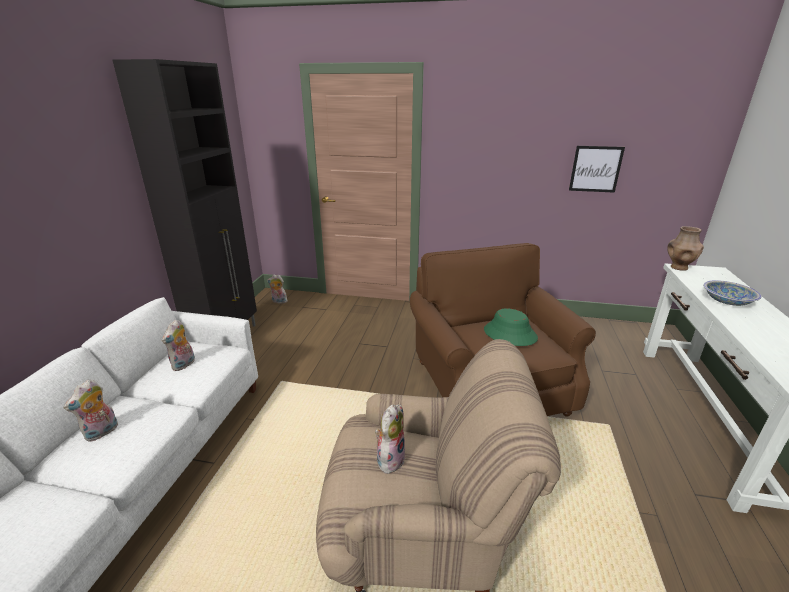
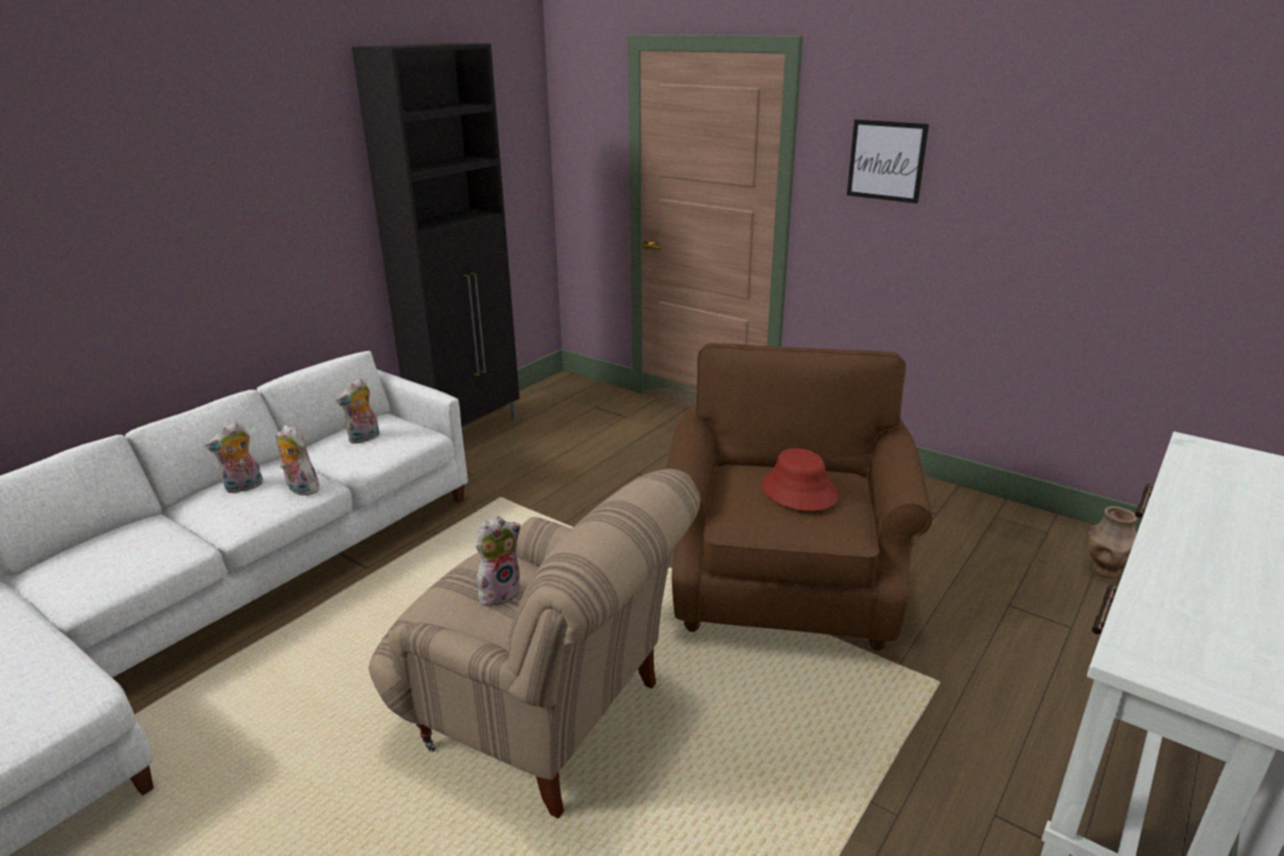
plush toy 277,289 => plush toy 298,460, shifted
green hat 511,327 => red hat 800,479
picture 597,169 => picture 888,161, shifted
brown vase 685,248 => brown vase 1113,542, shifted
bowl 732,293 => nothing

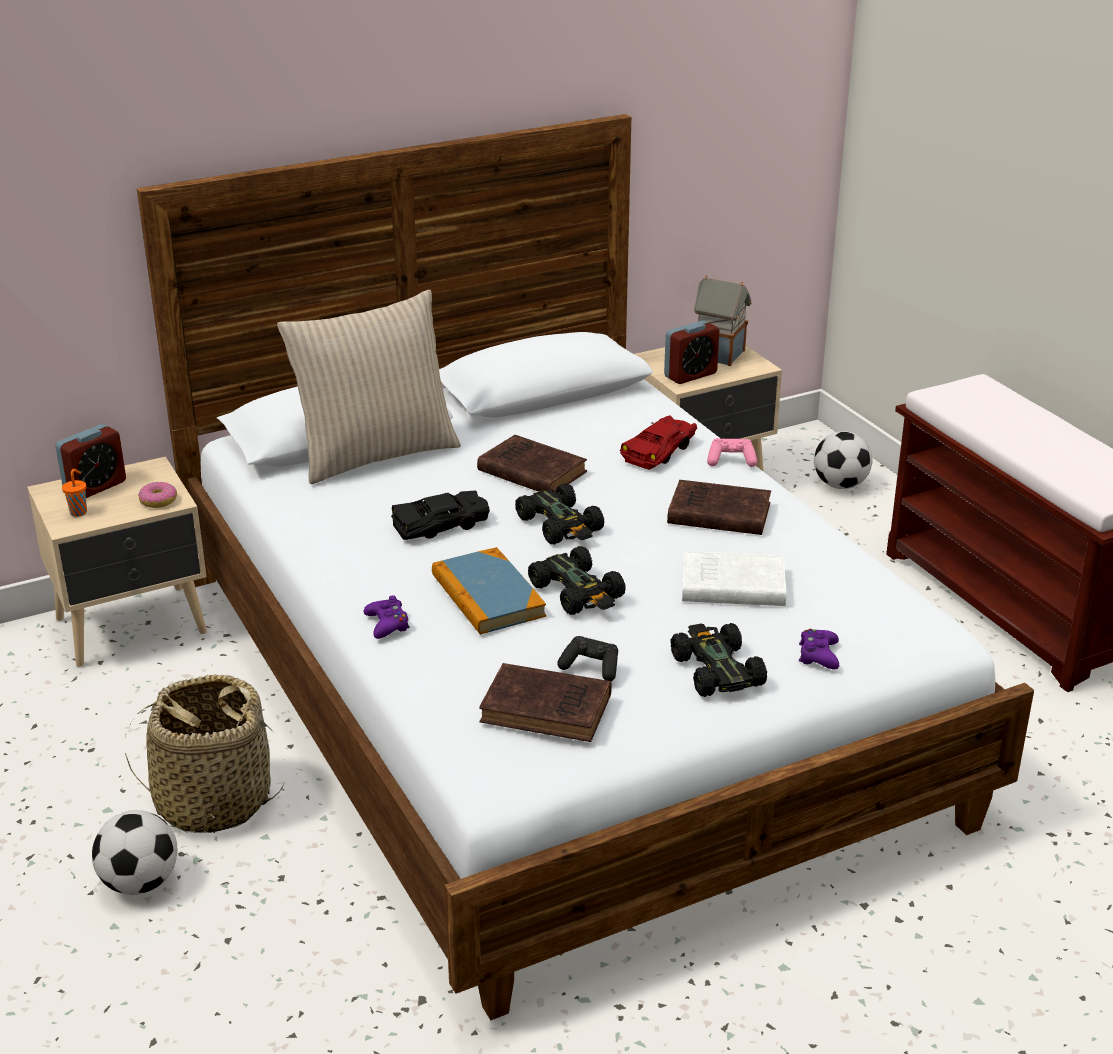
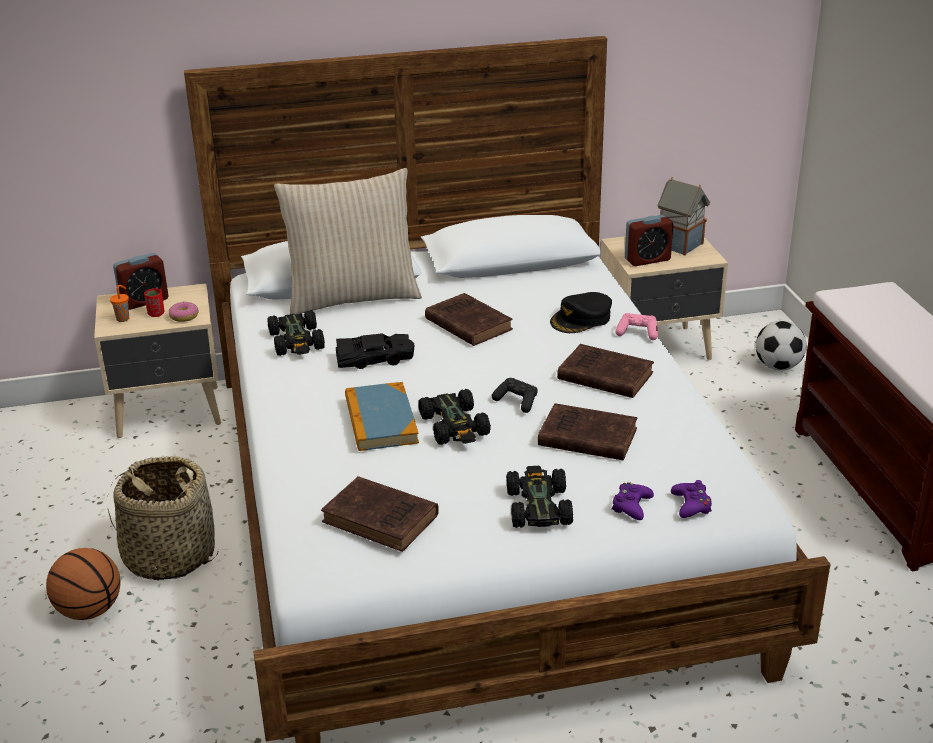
football 134,852 => basketball 83,584
purple game controller 387,617 => purple game controller 691,499, shifted
black toy car 559,513 => black toy car 296,333, shifted
black game controller 587,658 => black game controller 515,395, shifted
red toy car 658,442 => black cap 581,312
white book 734,578 => brown book 588,432
nothing => red cup 154,302

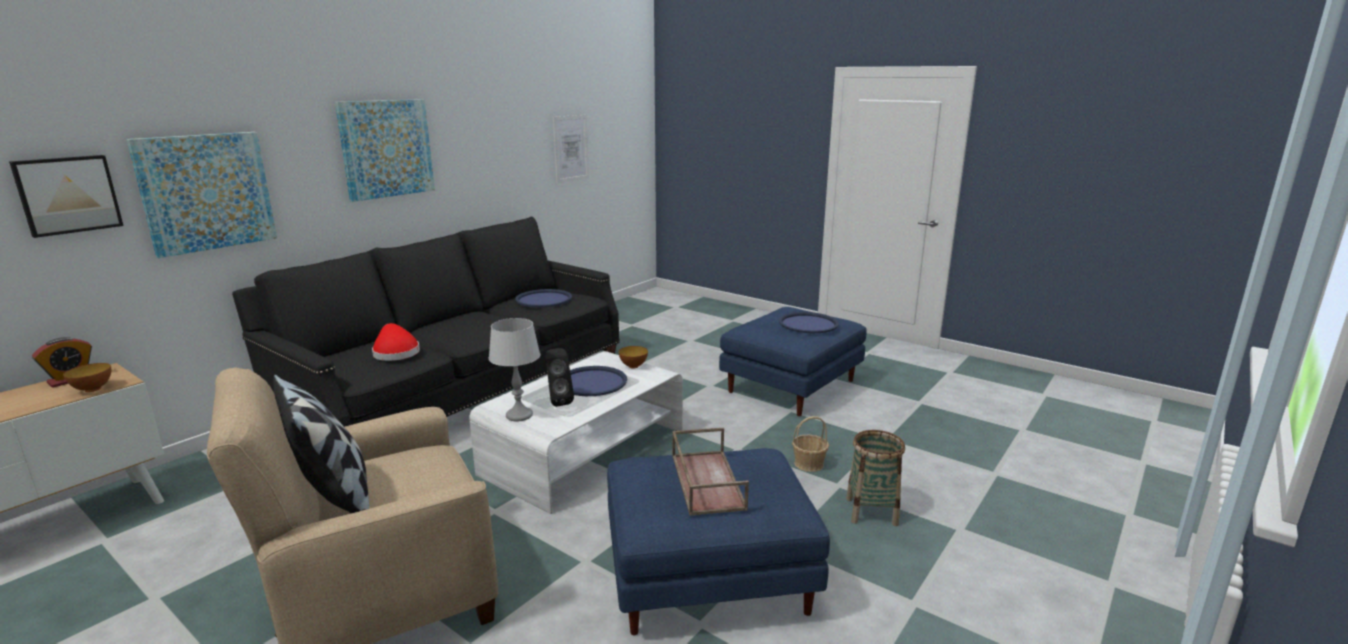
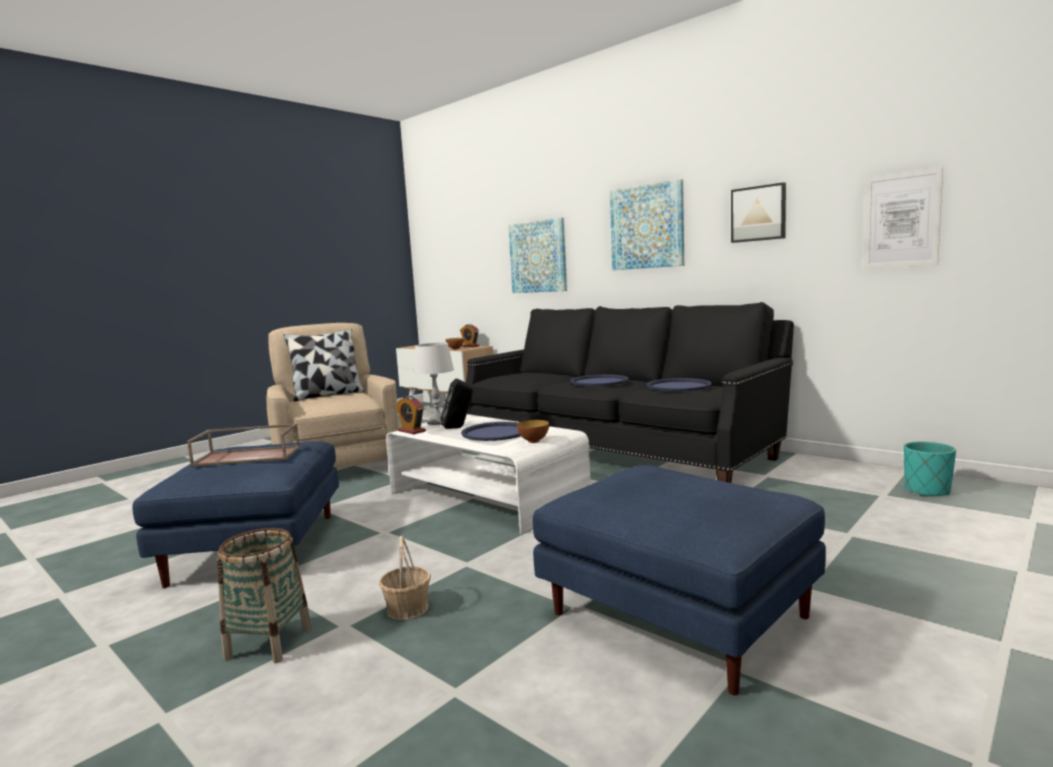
picture 66,196 => picture 758,212, shifted
red hat 396,342 => nothing
blue tray 809,322 => blue tray 600,380, shifted
nothing => alarm clock 411,415
nothing => turquoise planter 930,468

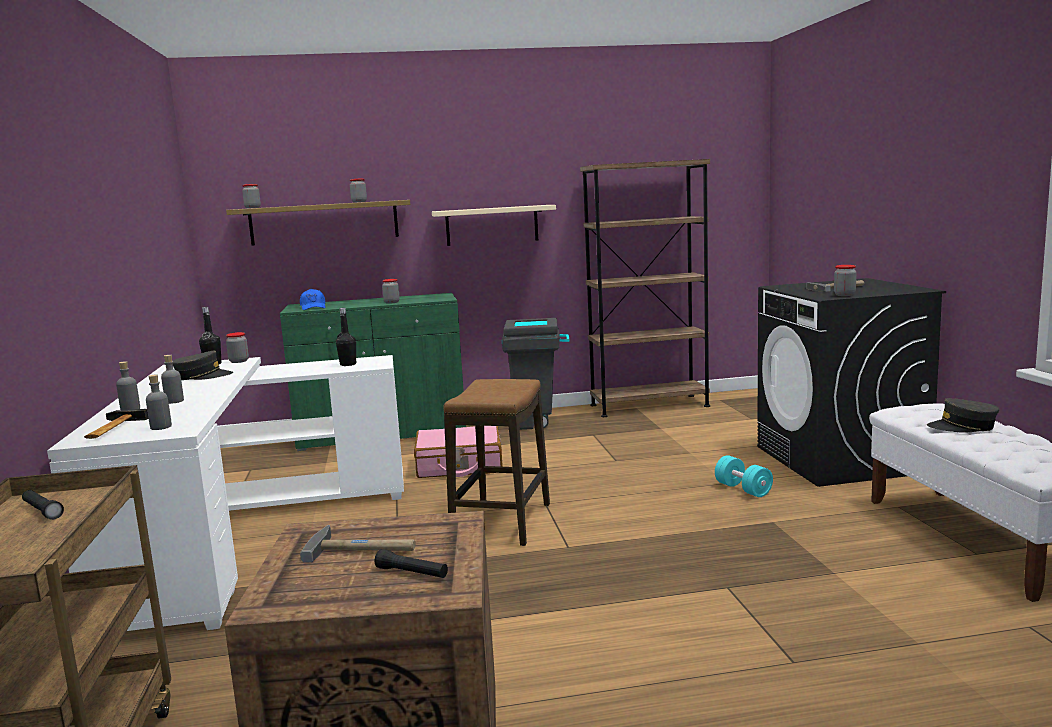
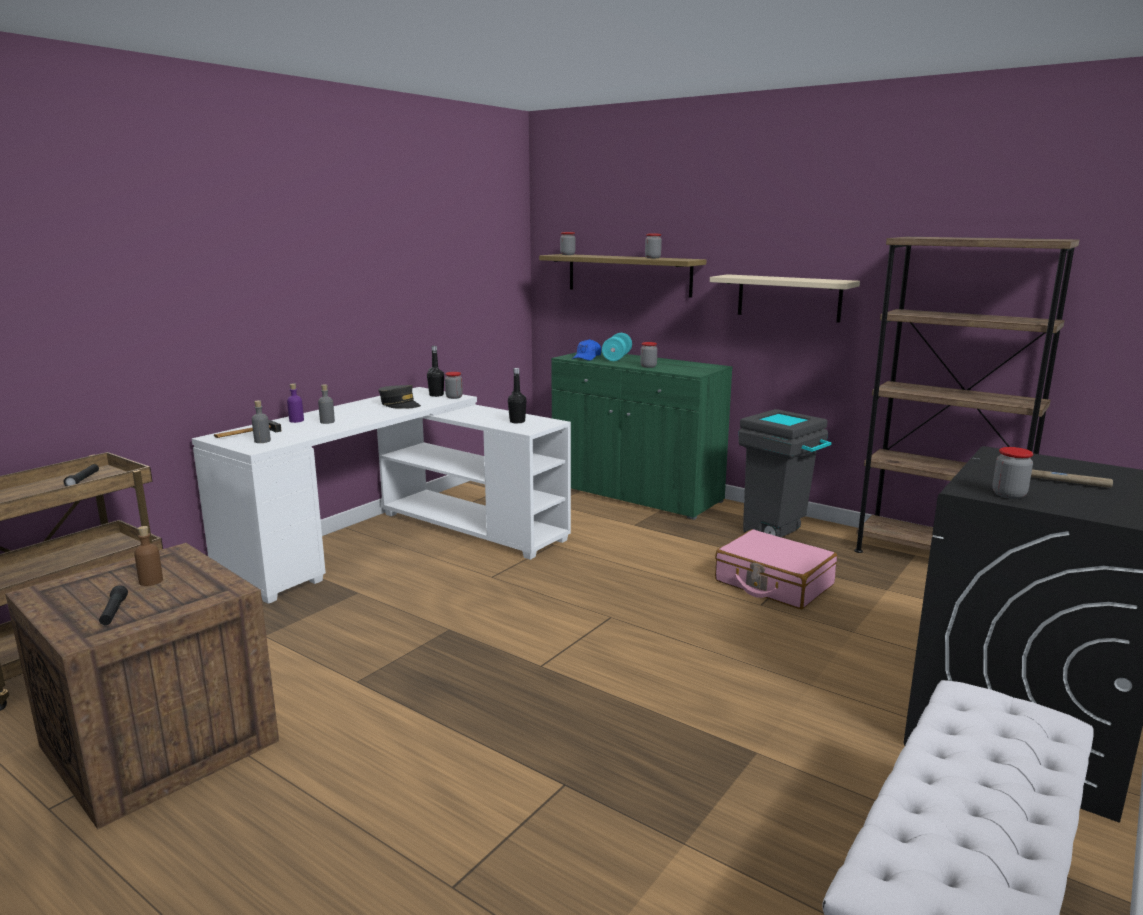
grey bottle 128,385 => purple bottle 295,403
hammer 358,544 => brown bottle 148,556
pink suitcase 458,452 => pink suitcase 776,569, shifted
stool 496,462 => nothing
turquoise dumbbell 744,476 => turquoise dumbbell 617,347, shifted
grey cap 963,415 => nothing

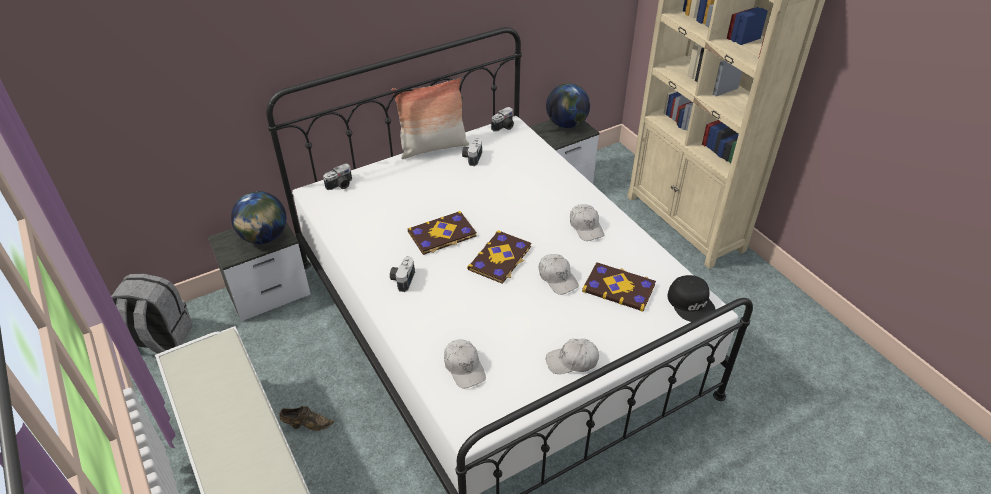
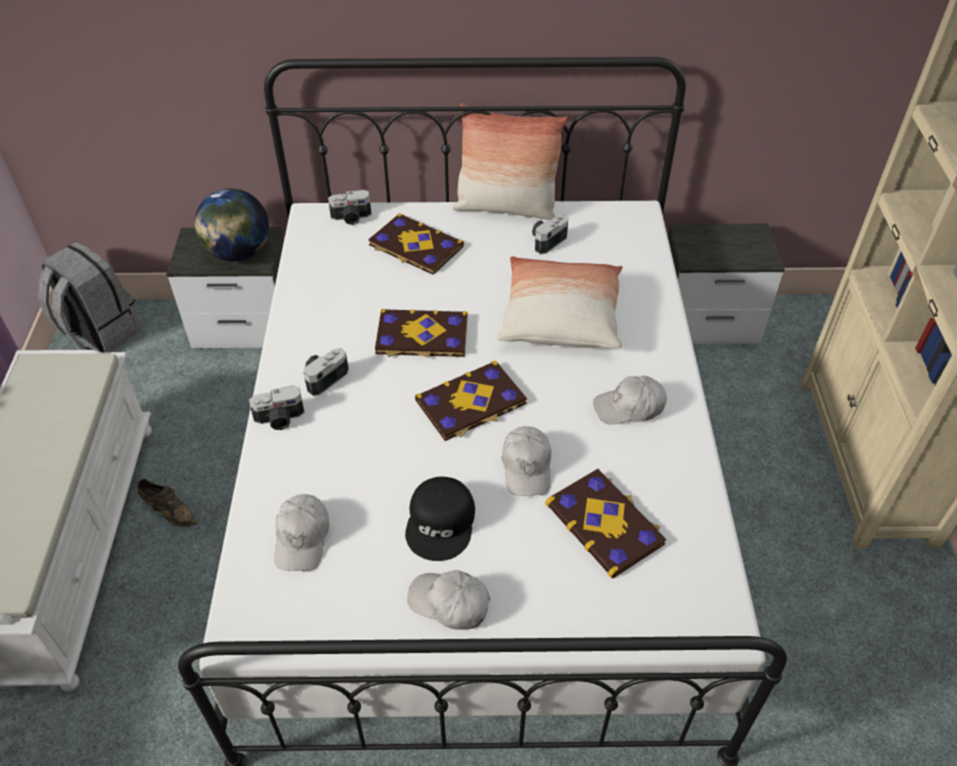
photo camera 502,119 => photo camera 276,408, shifted
globe 568,105 => nothing
white cap 587,222 => white cap 630,400, 75 degrees clockwise
black cap 691,298 => black cap 440,519, shifted
nothing => book 416,244
nothing => pillow 559,302

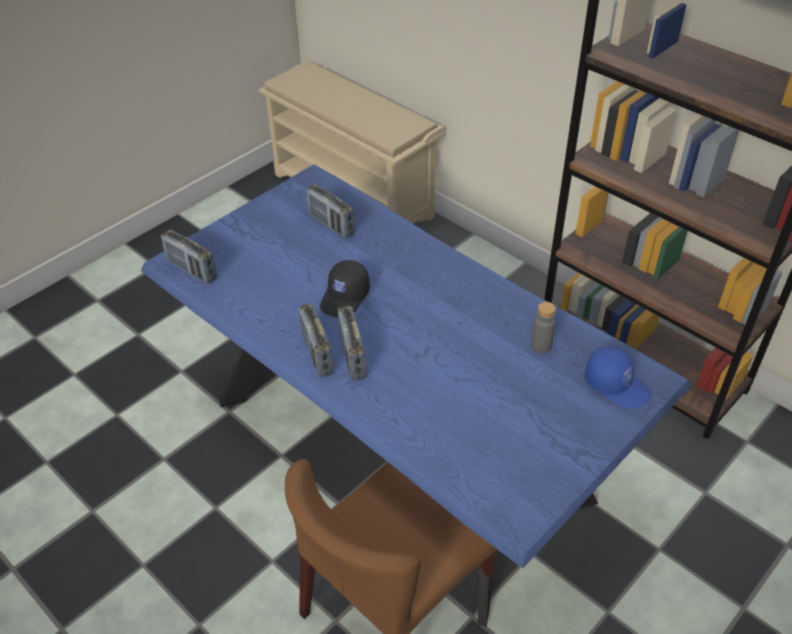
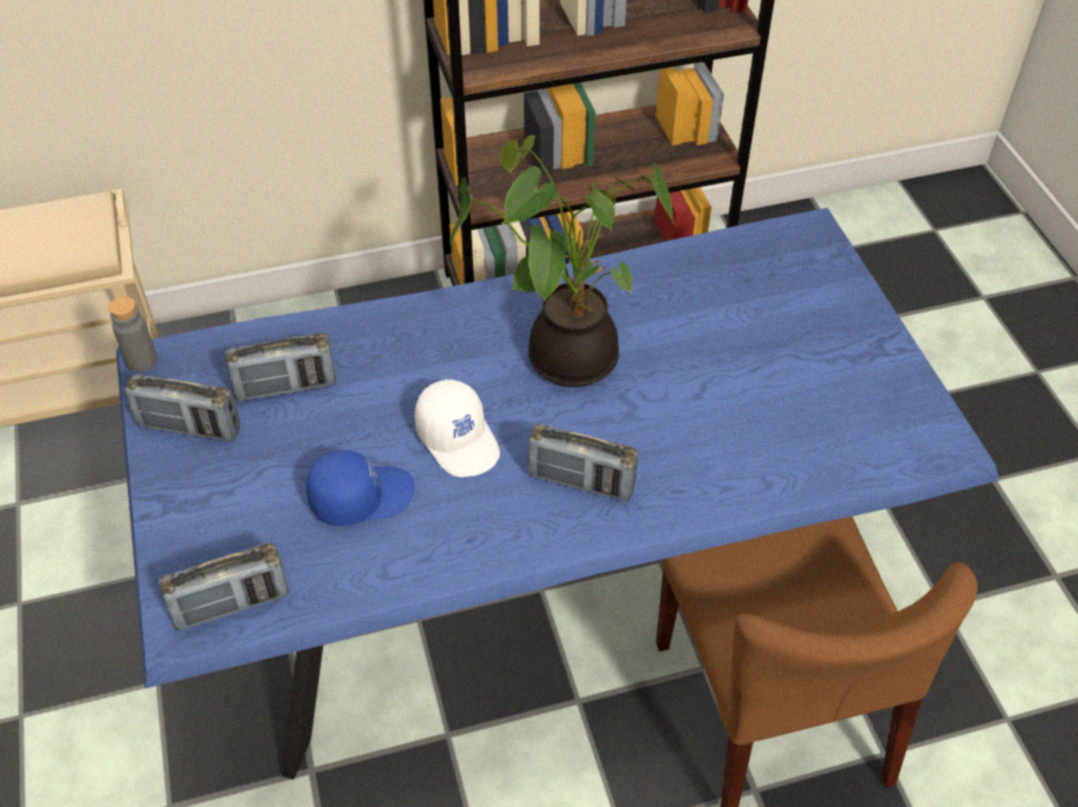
radio 316,340 => radio 182,407, shifted
black cap 345,288 => white cap 457,428
grey bottle 543,327 => grey bottle 133,334, shifted
blue cap 618,377 => blue cap 360,488, shifted
nothing => potted plant 562,261

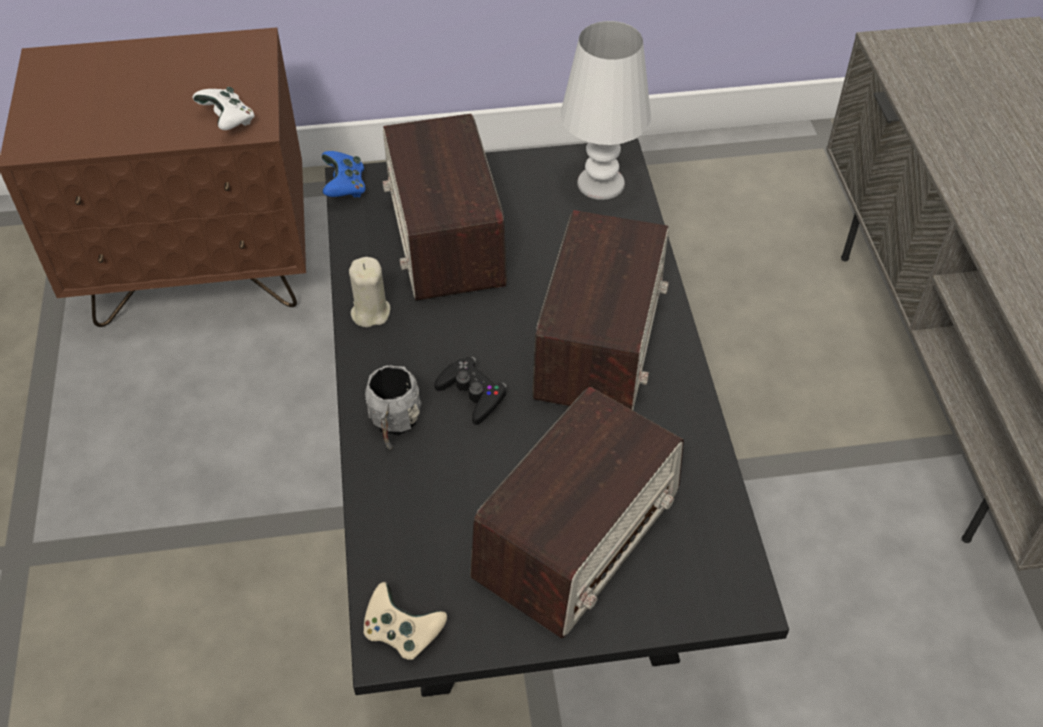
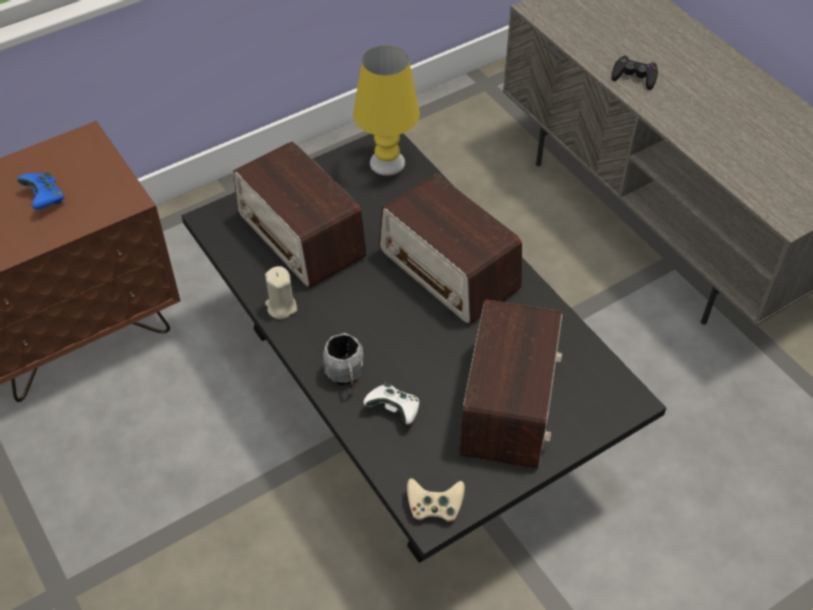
white game controller 224,108 => white game controller 391,403, shifted
blue game controller 344,174 => blue game controller 40,190, shifted
black game controller 470,391 => black game controller 634,72, shifted
radio 600,310 => radio 450,249, 150 degrees clockwise
white table lamp 606,110 => yellow table lamp 386,111

